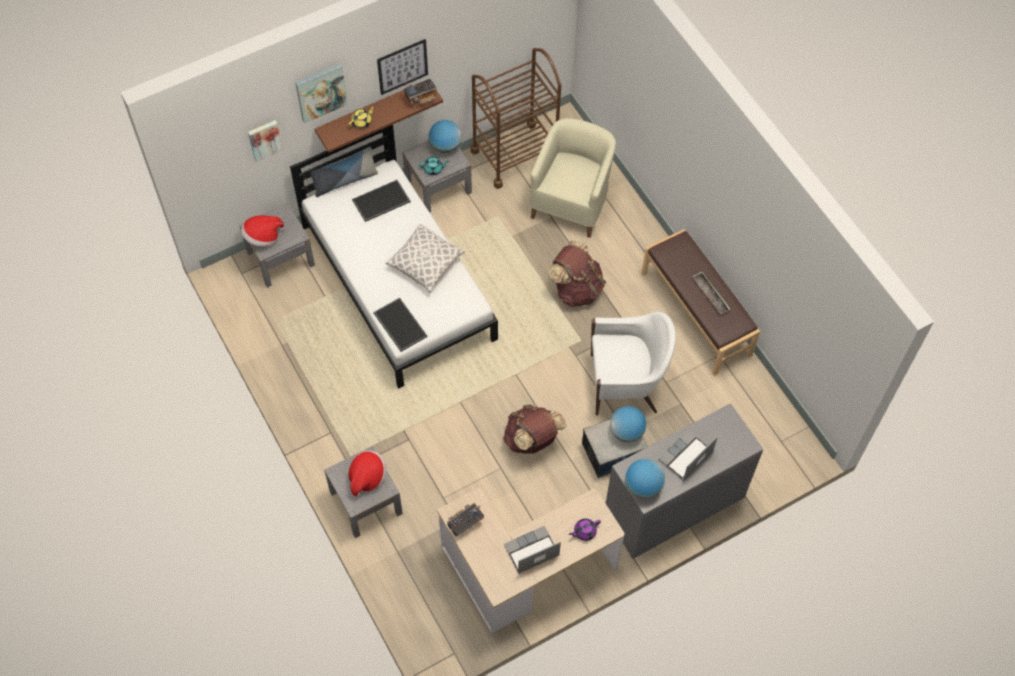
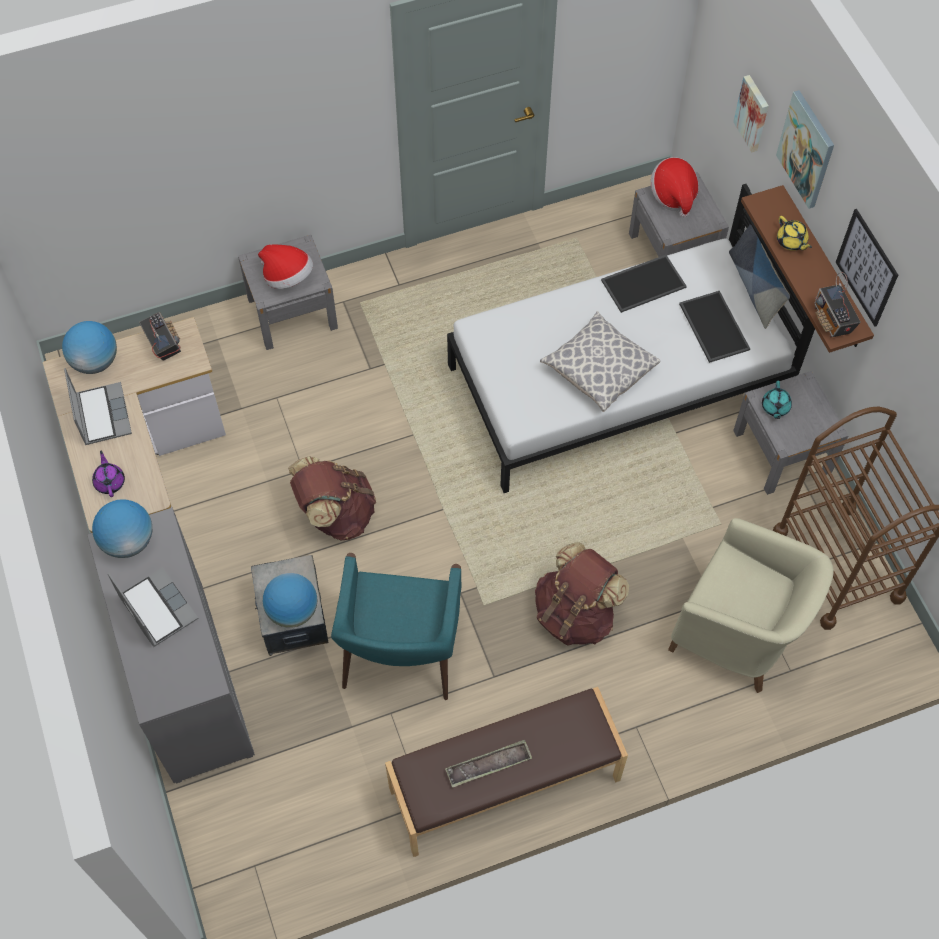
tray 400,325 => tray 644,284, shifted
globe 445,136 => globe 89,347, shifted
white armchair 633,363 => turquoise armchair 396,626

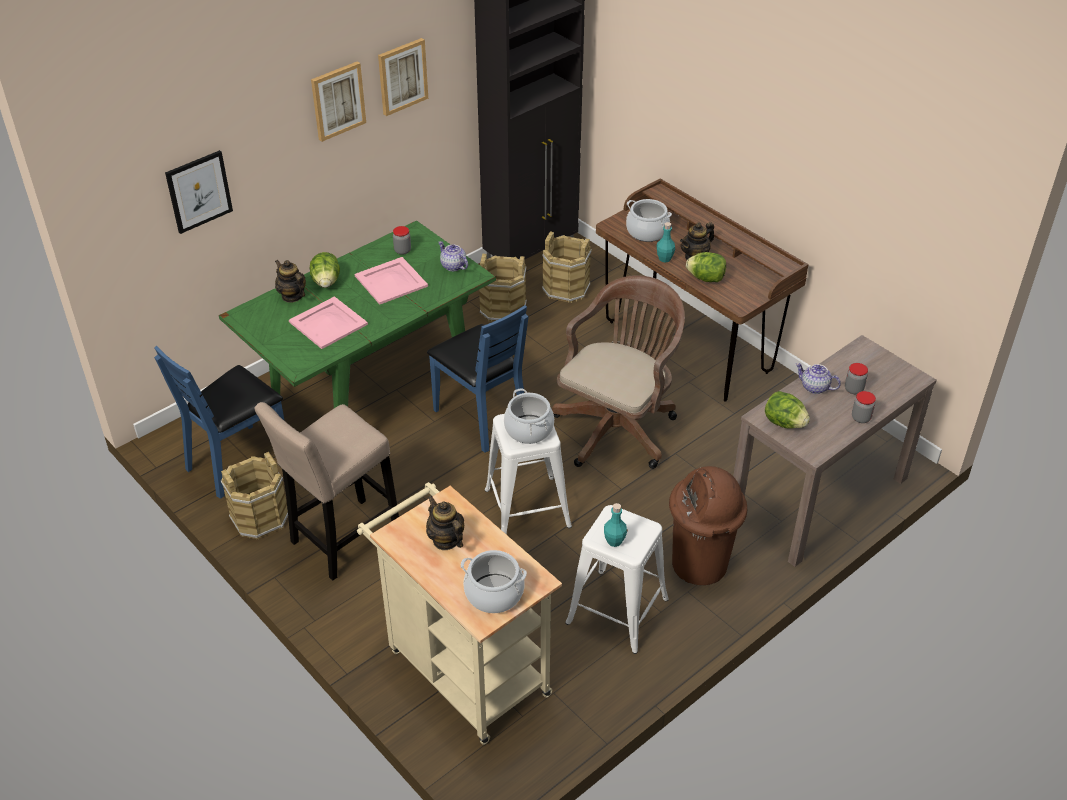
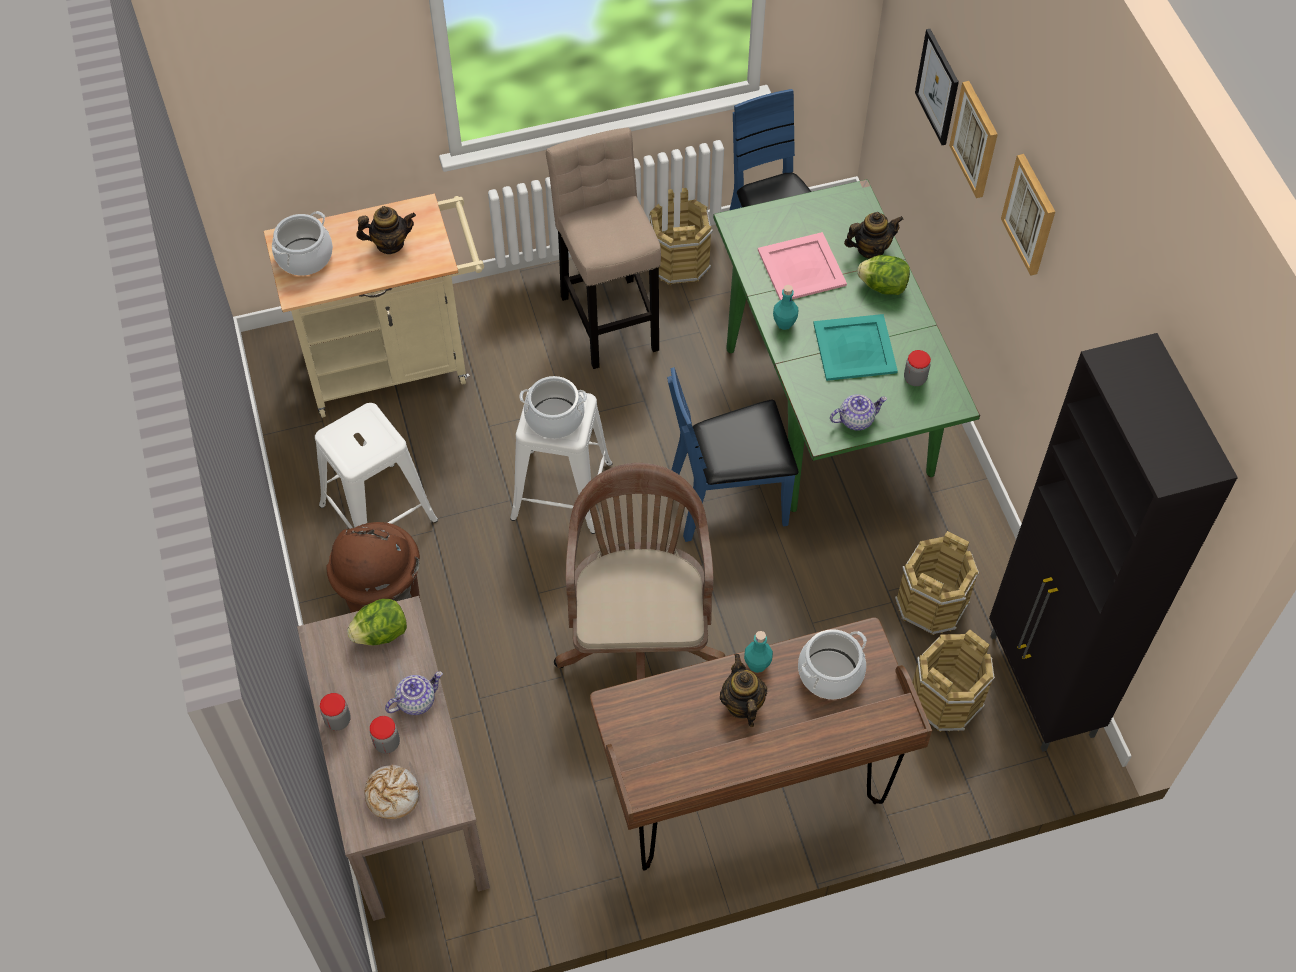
pink tray 391,281 => turquoise tray 855,347
picture 403,77 => picture 973,139, shifted
brown office chair 618,372 => brown office chair 639,571, 150 degrees counterclockwise
turquoise bottle 615,525 => turquoise bottle 785,307, shifted
lettuce 706,267 => nothing
nothing => bread 392,792

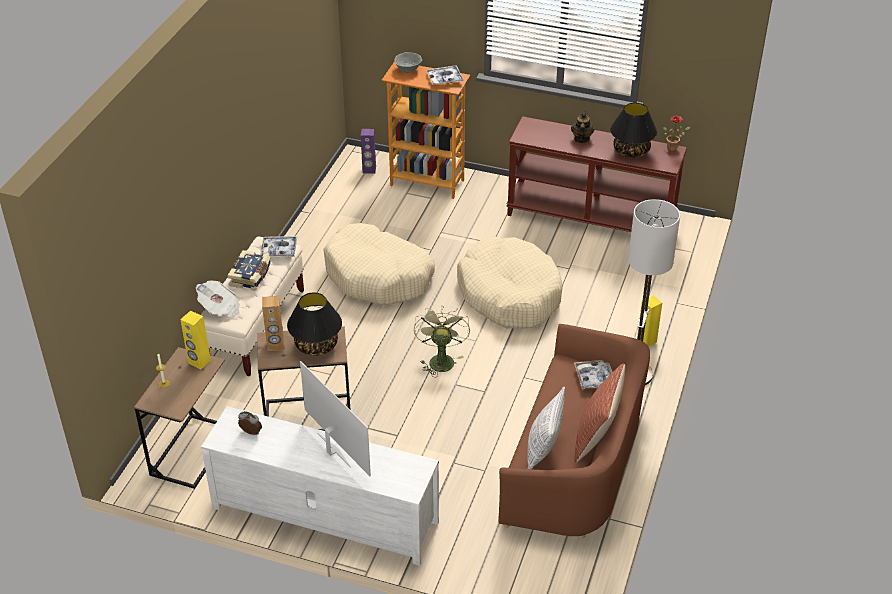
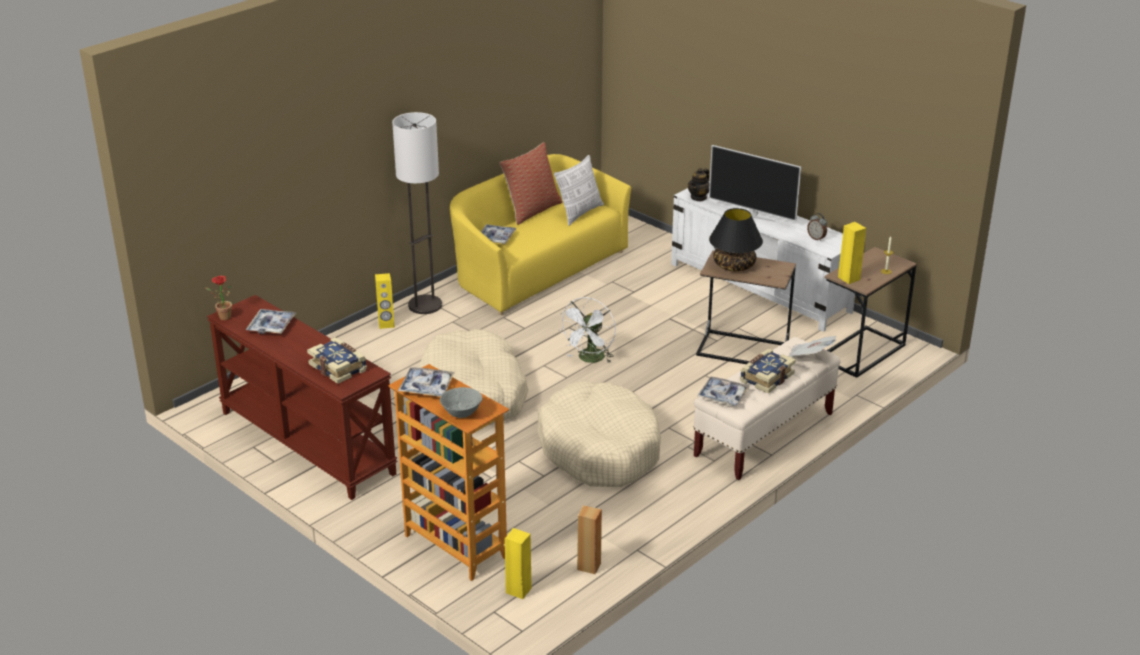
brown speaker 273,323 => brown speaker 589,539, shifted
television 335,418 => television 755,183, 45 degrees counterclockwise
purple speaker 368,151 => yellow speaker 518,563
green fan 442,341 => white fan 587,330
brown sofa 574,431 => yellow sofa 540,234
teapot 582,127 => teapot 699,184, shifted
black table lamp 633,130 => tray 271,321
nothing => book 337,360

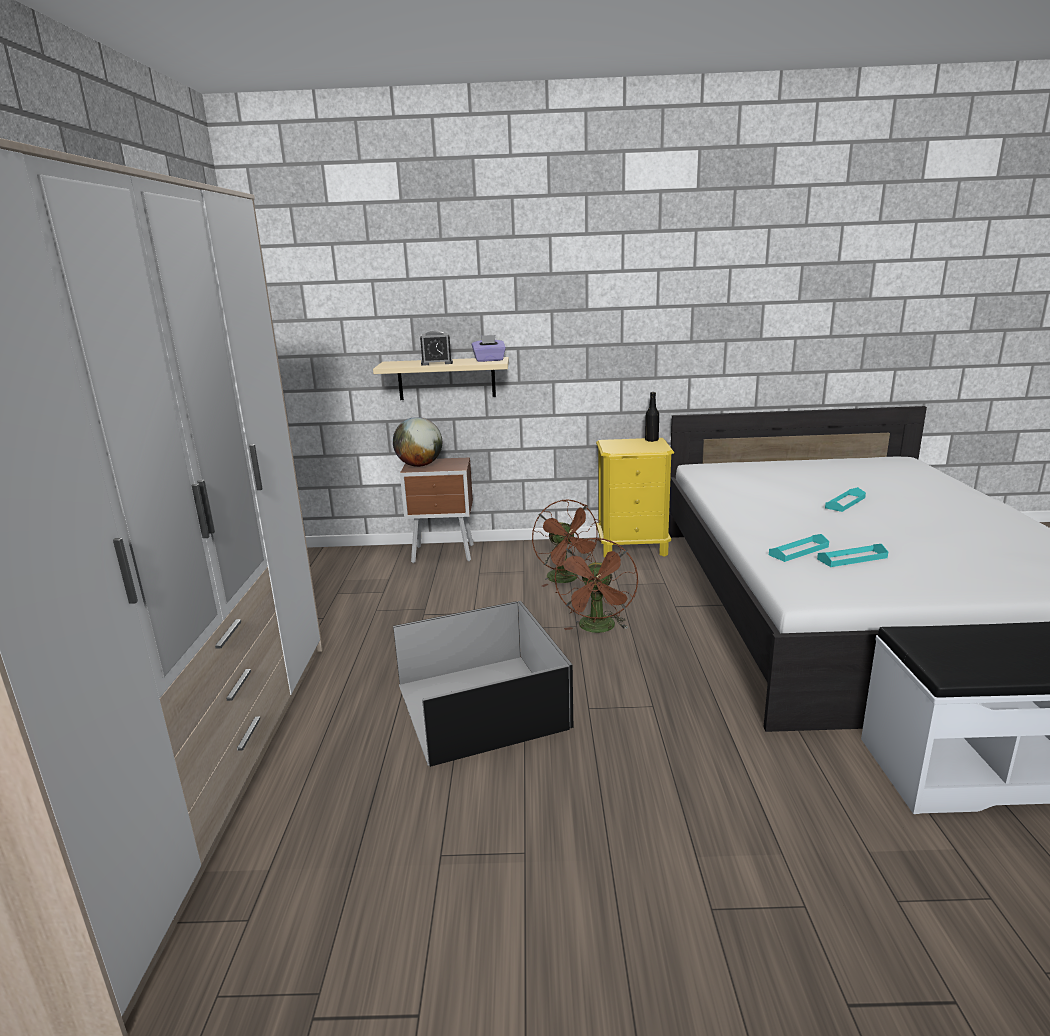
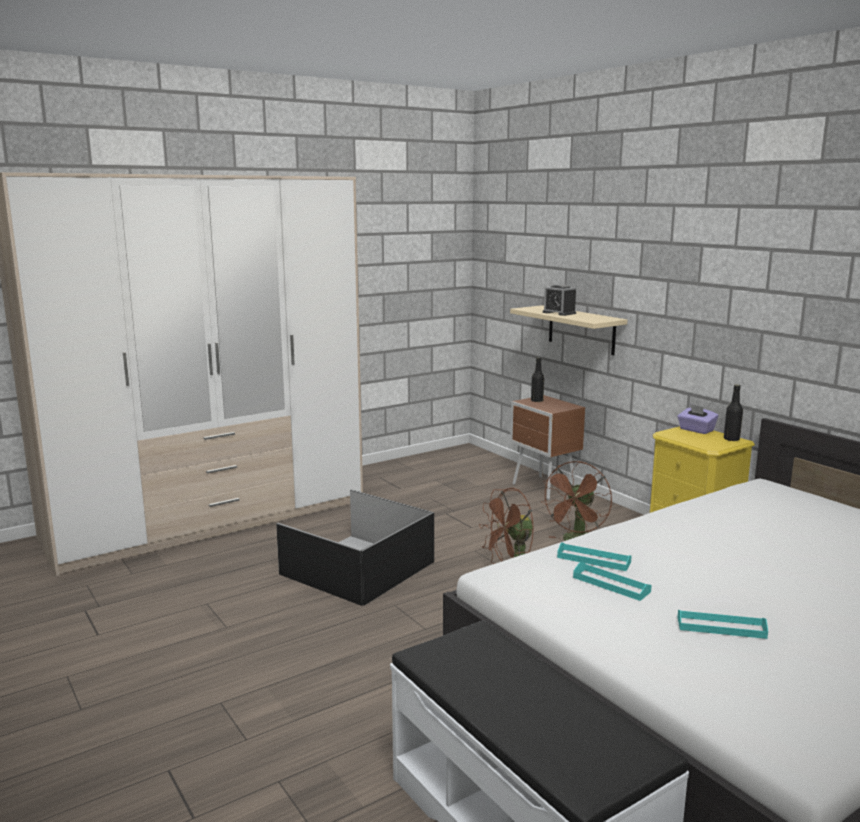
globe 417,442 => black bottle 537,379
purple tissue box 489,348 => purple tissue box 697,419, shifted
turquoise tray 845,499 => turquoise tray 723,624, shifted

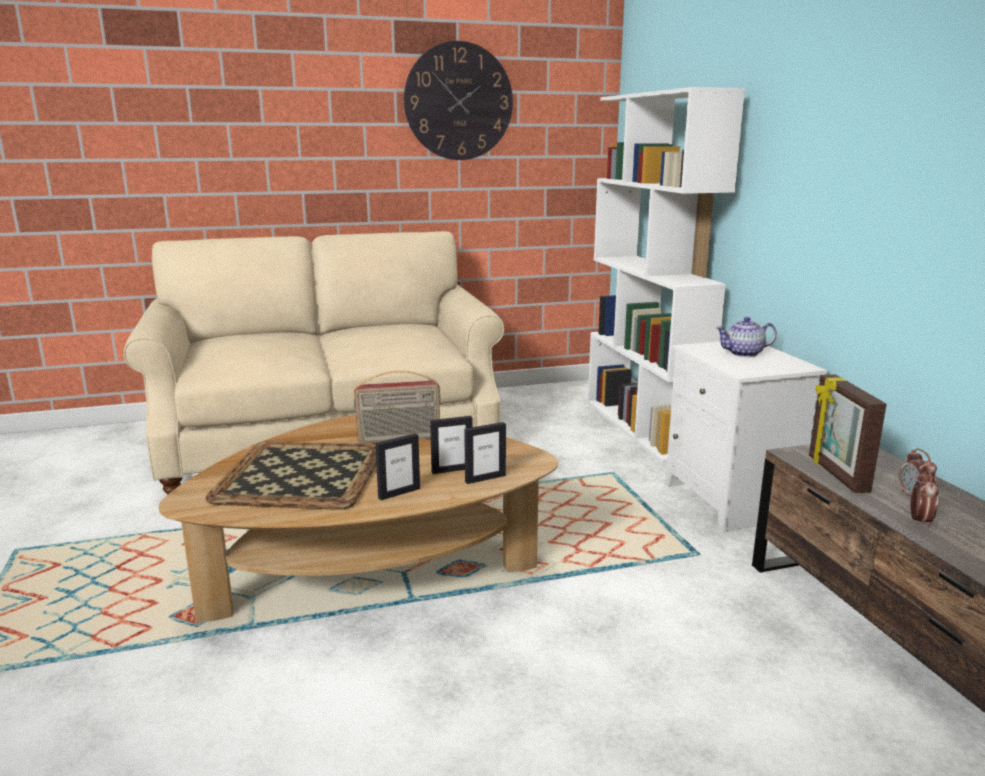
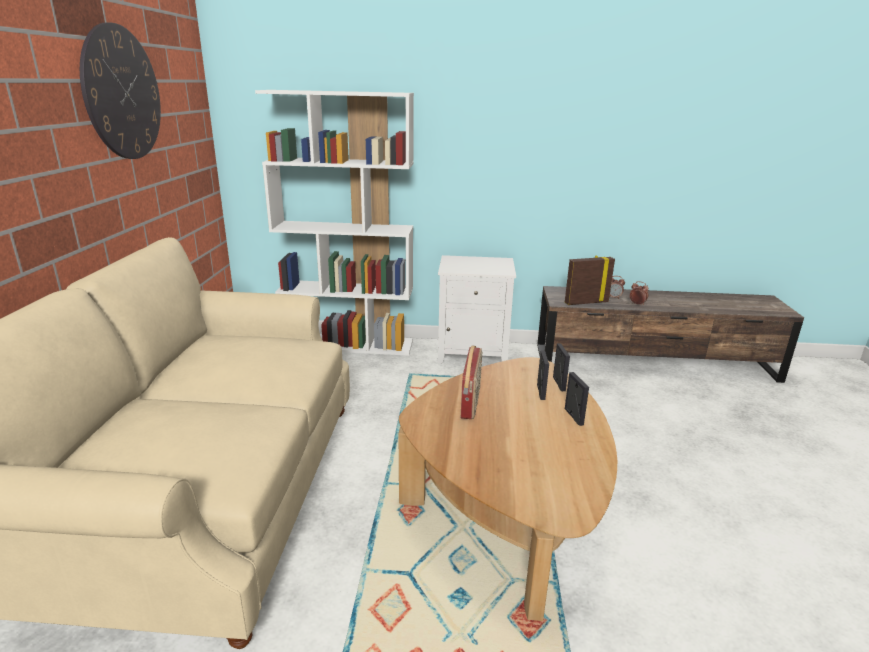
tray 290,475 => nothing
teapot 746,337 => nothing
picture frame 848,433 => picture frame 590,280, 150 degrees clockwise

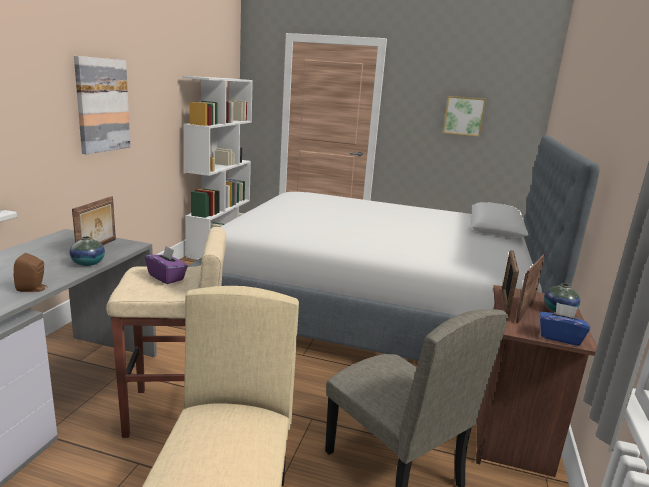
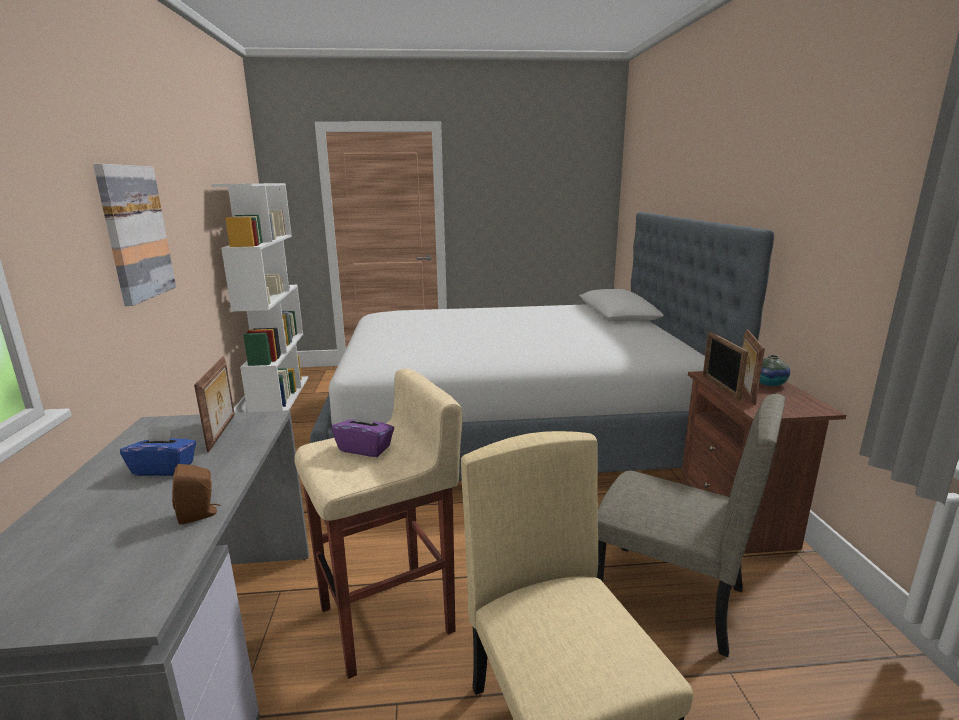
vase 87,251 => nothing
picture 464,116 => nothing
blue tissue box 564,324 => blue tissue box 158,451, shifted

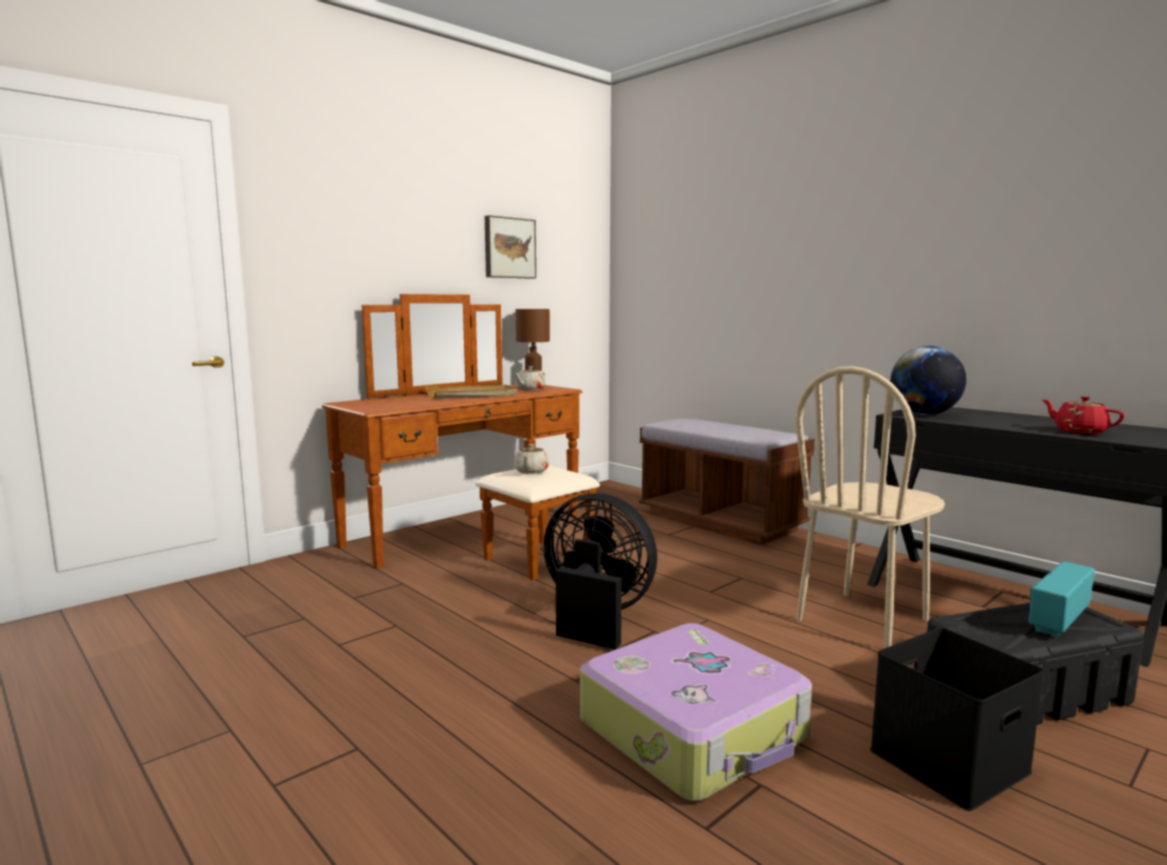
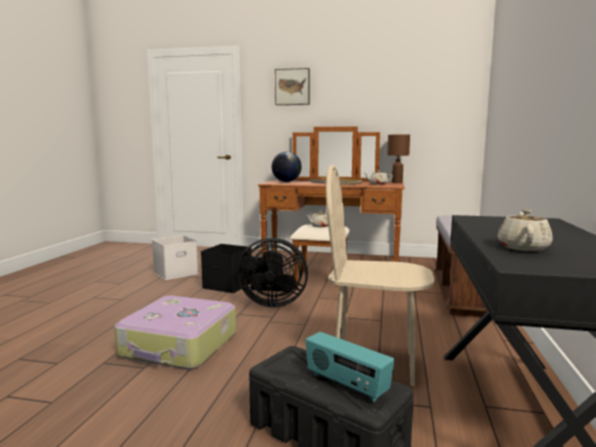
picture 510,247 => picture 292,86, shifted
black fan 600,571 => black fan 273,272, 105 degrees clockwise
black storage box 957,719 => black storage box 226,268, shifted
globe 928,380 => globe 287,167, shifted
radio 1062,599 => radio 350,367, 150 degrees counterclockwise
red teapot 1084,415 => beige teapot 525,230
nothing => white storage box 175,257

